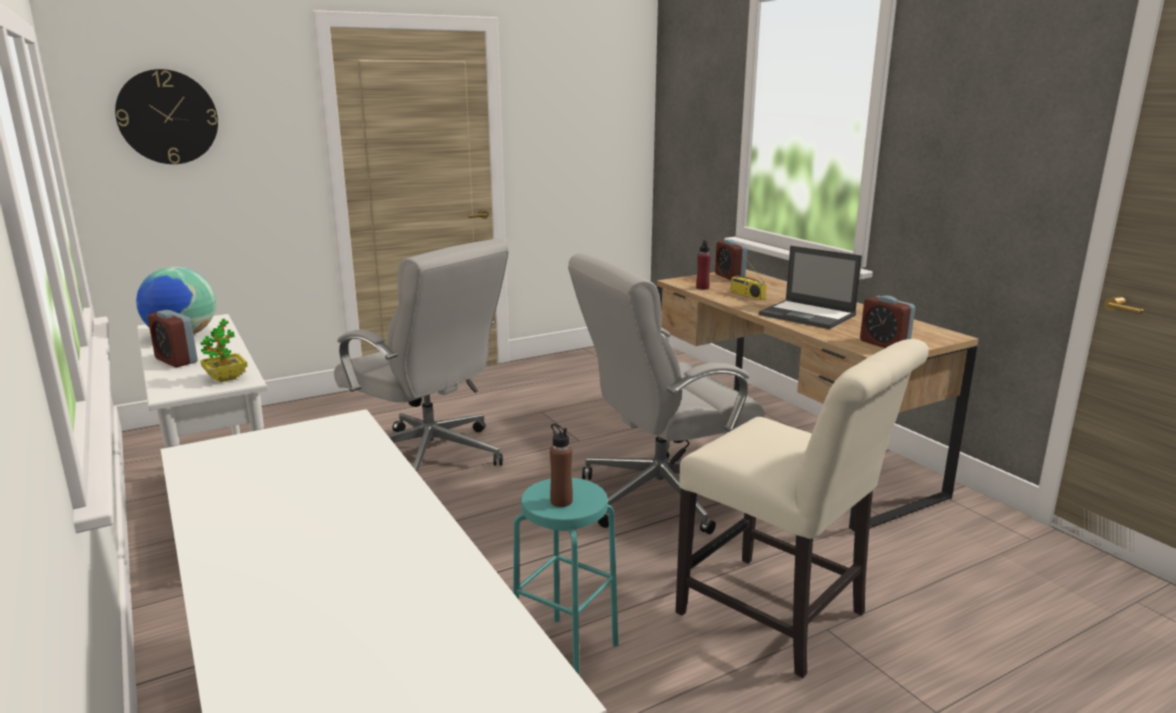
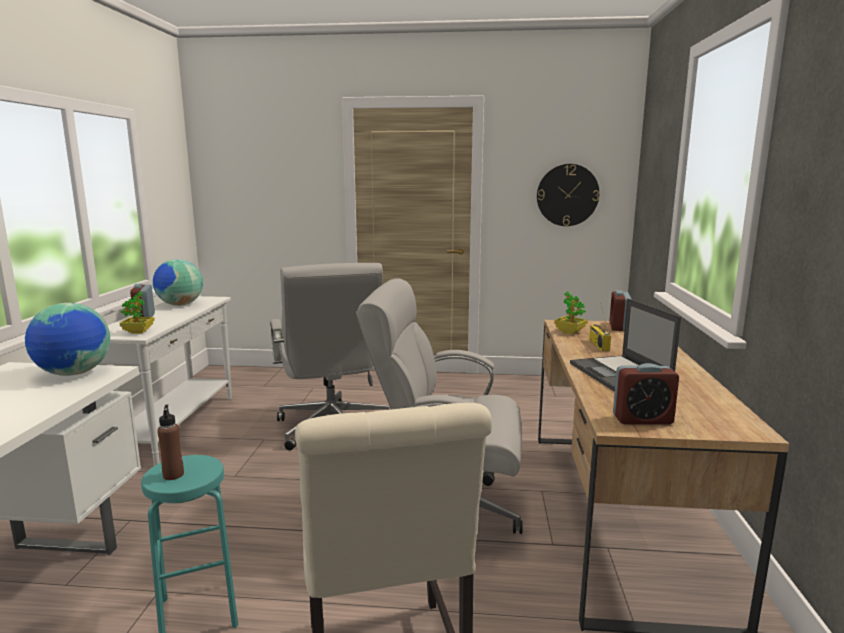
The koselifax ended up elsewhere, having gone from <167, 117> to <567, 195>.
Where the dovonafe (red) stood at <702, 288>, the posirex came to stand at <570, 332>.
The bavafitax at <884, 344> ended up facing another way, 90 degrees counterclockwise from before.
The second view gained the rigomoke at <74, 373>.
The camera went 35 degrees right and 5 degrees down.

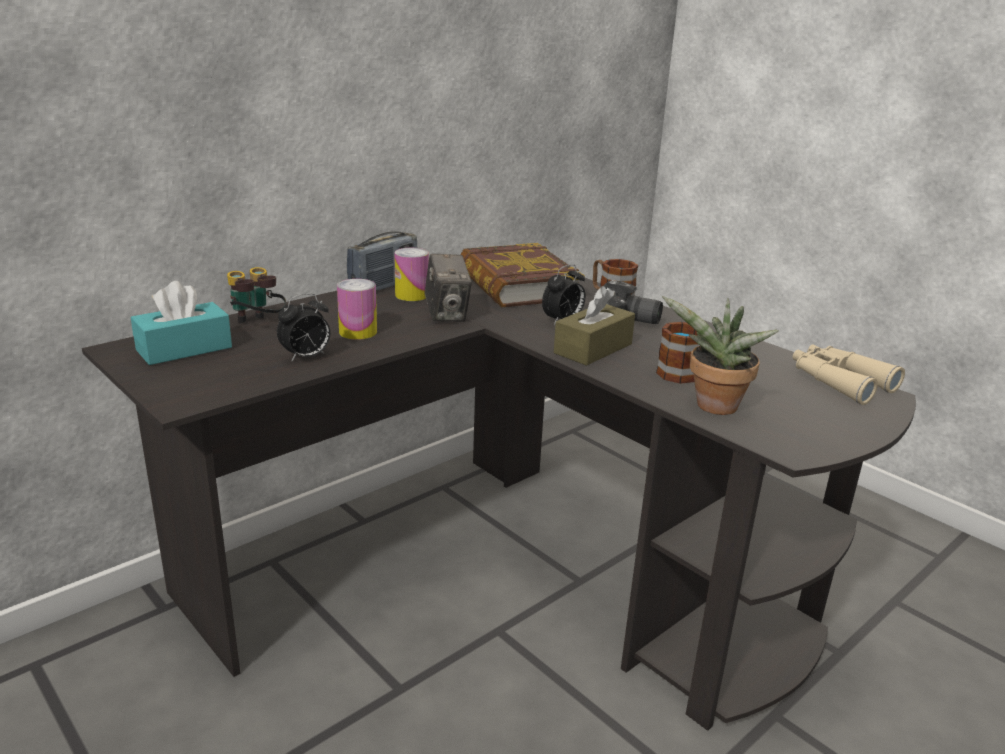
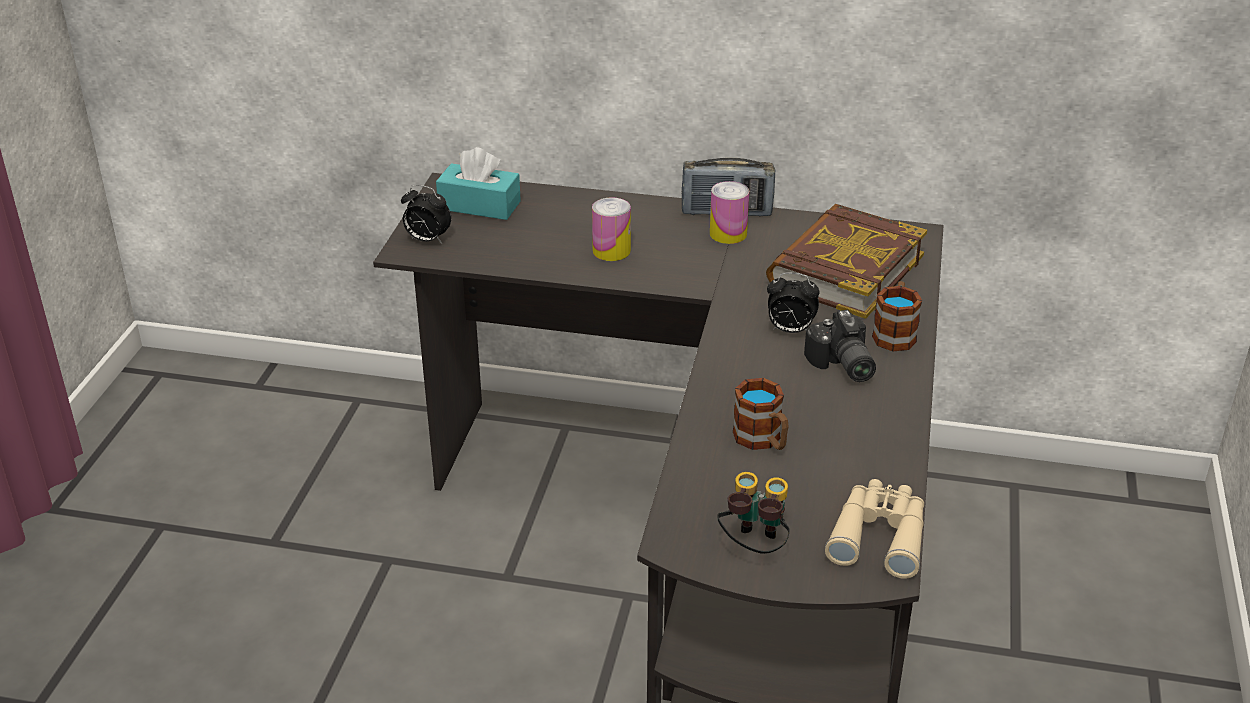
The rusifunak ended up elsewhere, having gone from <257, 325> to <753, 547>.
The bavafitax ended up elsewhere, having gone from <306, 357> to <427, 240>.
The second view lost the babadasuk at <447, 315>.
The second view lost the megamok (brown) at <593, 348>.
The second view lost the posirex at <713, 408>.
The camera went 55 degrees right and 10 degrees up.

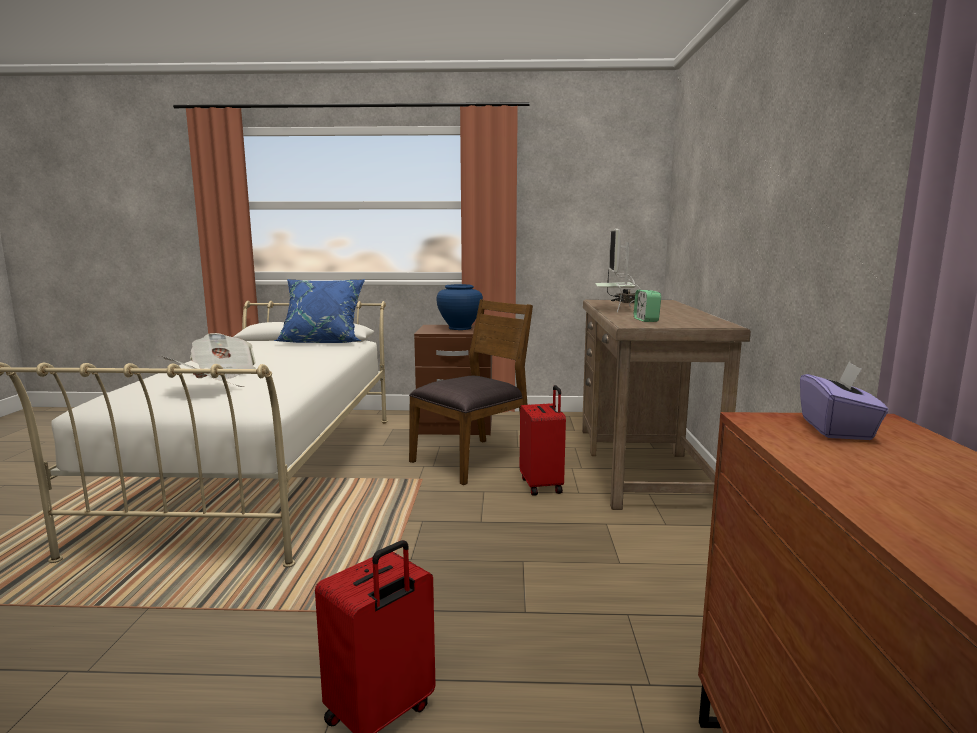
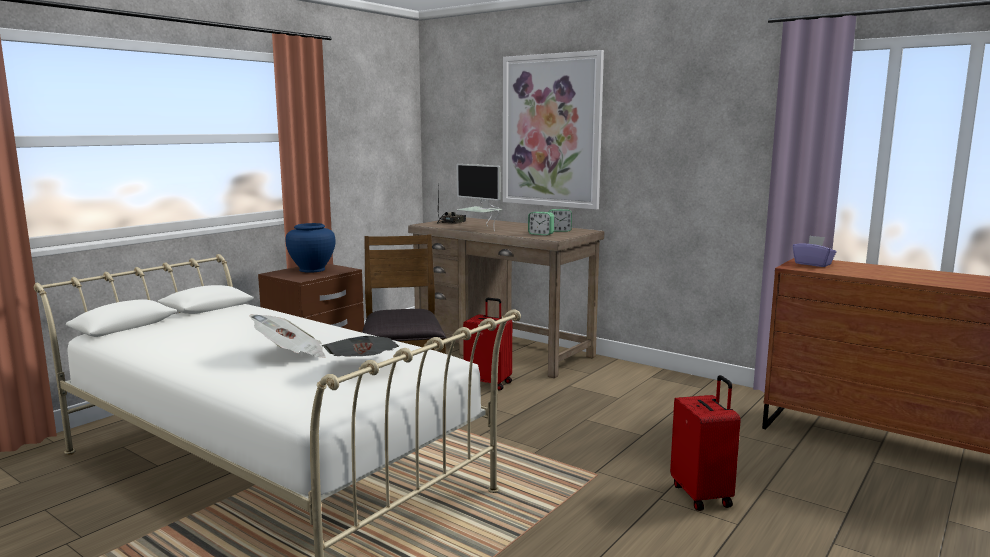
The second view lost the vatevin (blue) at <323, 341>.
The second view gained the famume at <551, 131>.
The second view gained the bavafitax at <559, 231>.
The camera went 55 degrees left and 0 degrees up.

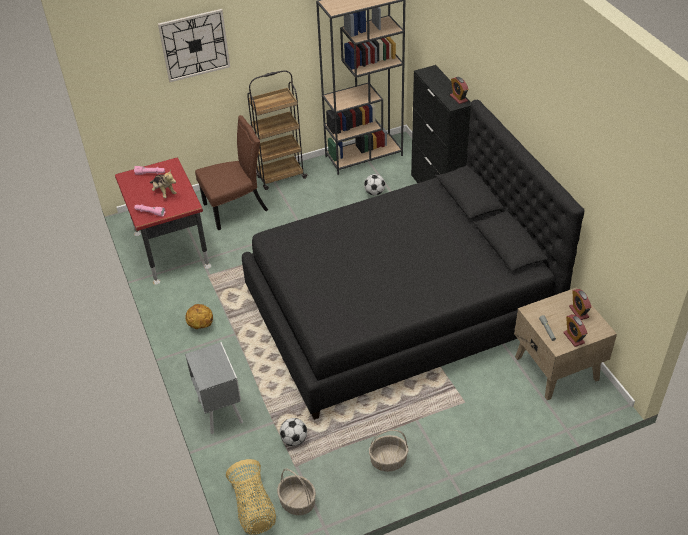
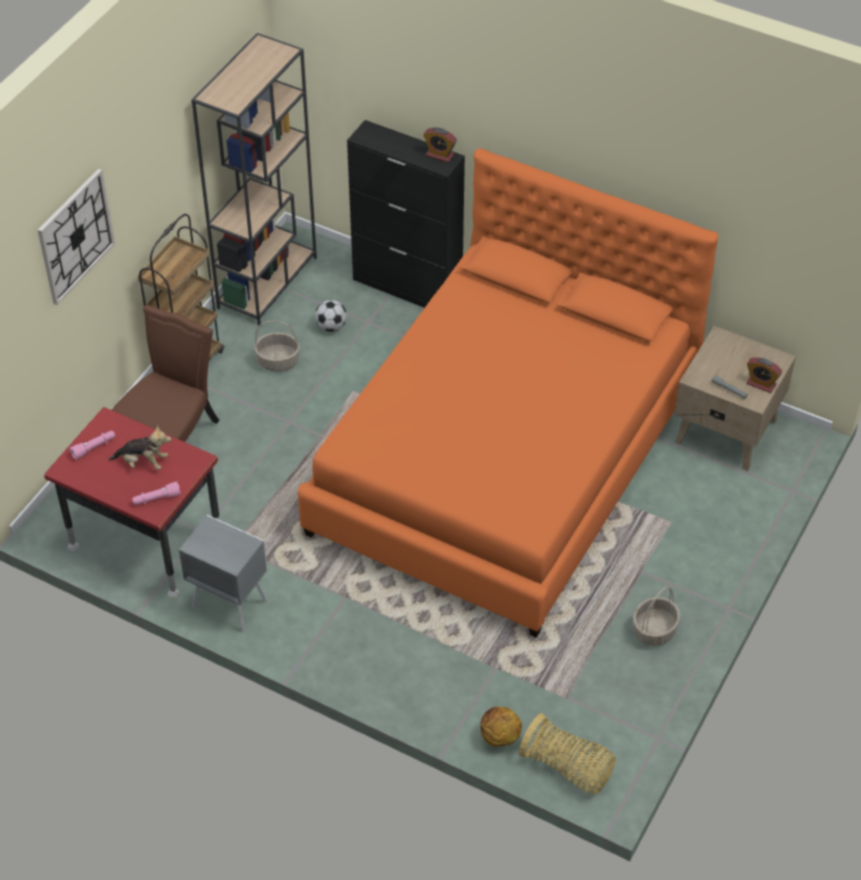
The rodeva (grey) ended up elsewhere, having gone from <220, 411> to <229, 603>.
The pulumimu ended up elsewhere, having gone from <200, 325> to <499, 737>.
What was the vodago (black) at <400, 309> turned into the vodago (orange) at <506, 457>.
The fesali ended up elsewhere, having gone from <297, 502> to <277, 361>.
The second view lost the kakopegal at <294, 440>.
The second view lost the bavafitax at <578, 312>.
The camera went 40 degrees left and 5 degrees up.

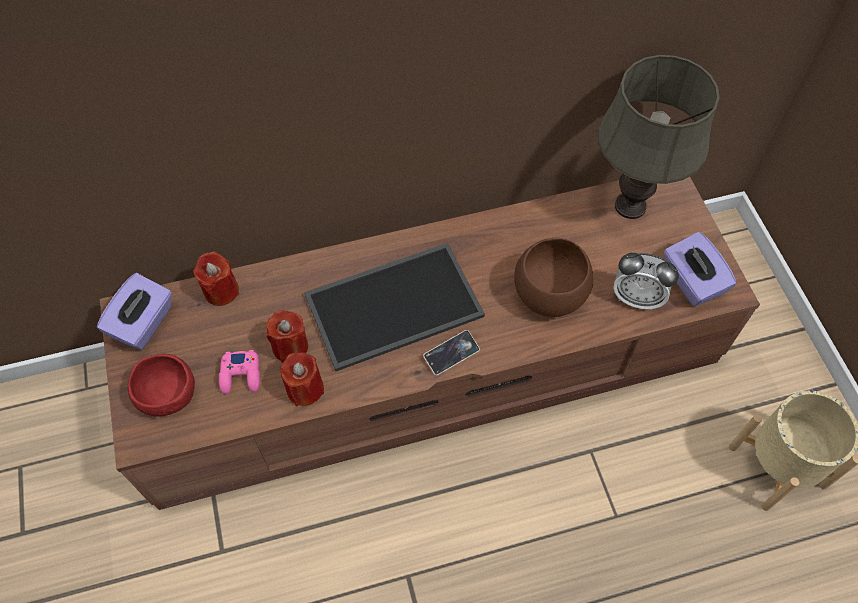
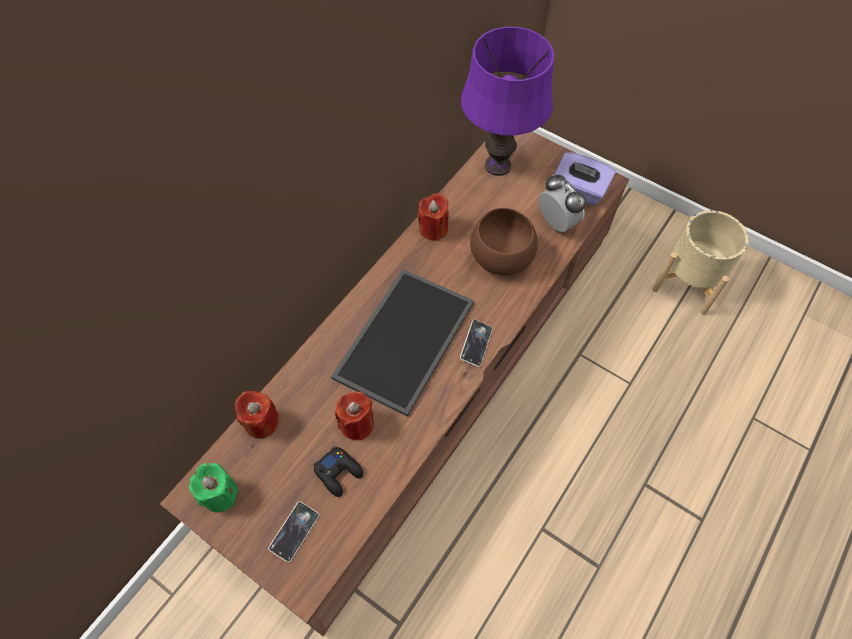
Where the megamok (purple) stood at <144, 324>, the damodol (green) came to stand at <220, 494>.
Where the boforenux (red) stood at <168, 395>, the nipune came to stand at <294, 532>.
What was the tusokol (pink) at <241, 375> turned into the tusokol (black) at <339, 473>.
The damodol (red) ended up elsewhere, having gone from <305, 389> to <433, 229>.
What was the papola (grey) at <631, 206> turned into the papola (purple) at <498, 165>.
The bavafitax at <636, 297> ended up facing another way, 105 degrees counterclockwise from before.
The camera went 40 degrees left and 0 degrees up.

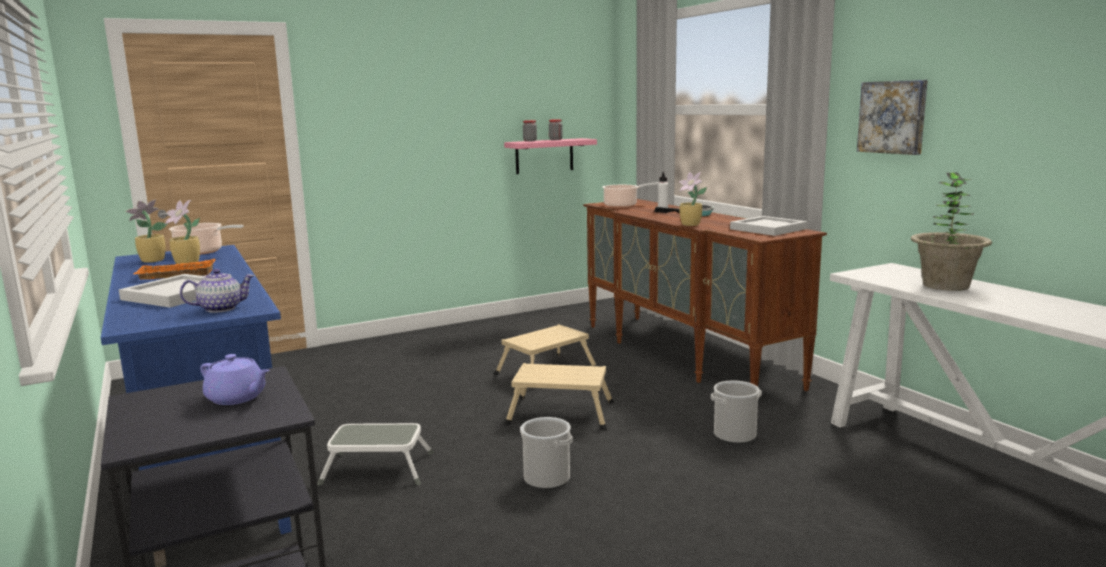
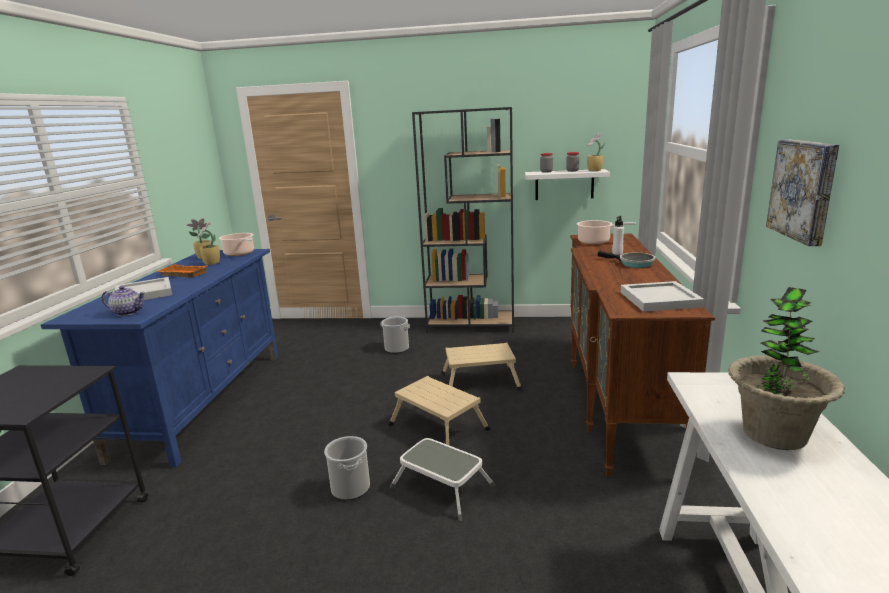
The second view lost the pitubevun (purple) at <237, 398>.
The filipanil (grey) ended up elsewhere, having gone from <378, 468> to <442, 486>.
What was the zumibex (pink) at <544, 156> turned into the zumibex (white) at <564, 184>.
The posirex ended up elsewhere, having gone from <691, 225> to <594, 170>.
The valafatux ended up elsewhere, having gone from <734, 435> to <397, 348>.
The second view gained the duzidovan at <471, 325>.
The camera went 35 degrees right and 5 degrees up.

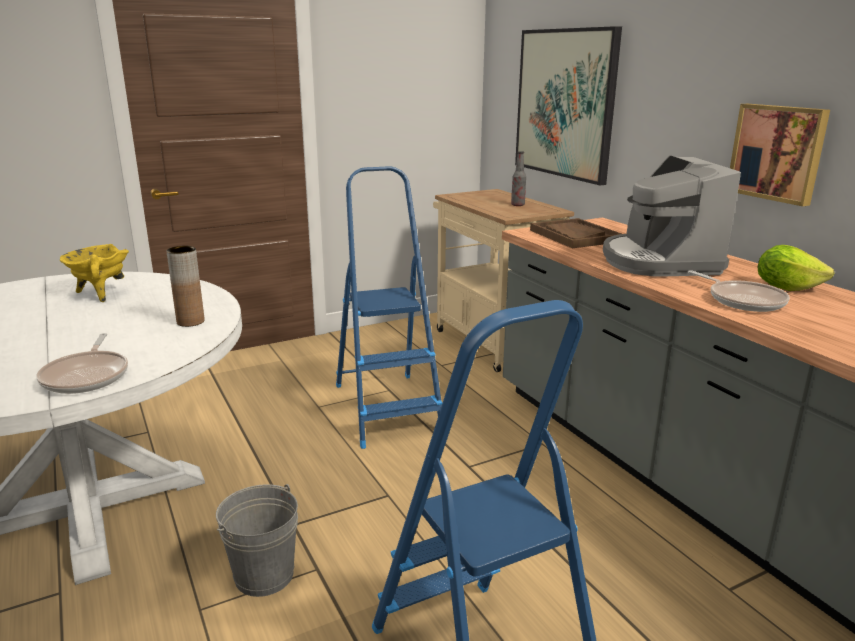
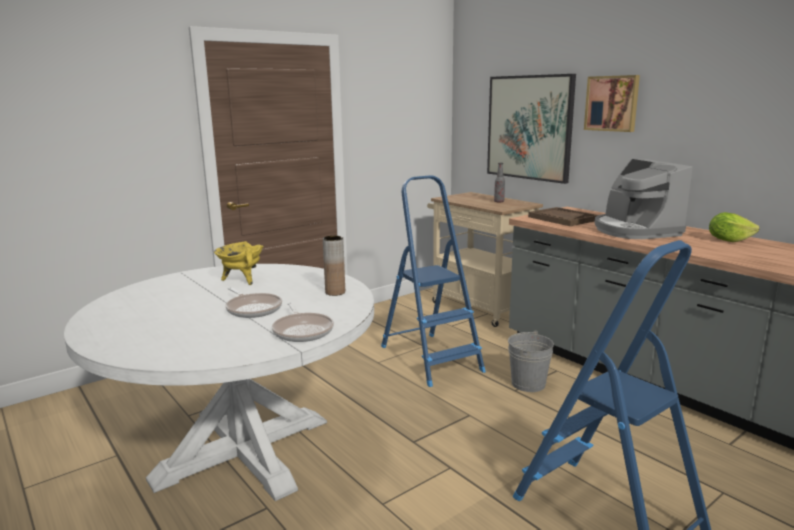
The valafatux (grey) ended up elsewhere, having gone from <264, 575> to <528, 384>.
The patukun ended up elsewhere, having gone from <742, 300> to <253, 309>.
The famume ended up elsewhere, having gone from <778, 152> to <612, 103>.
The camera went 10 degrees left and 5 degrees down.

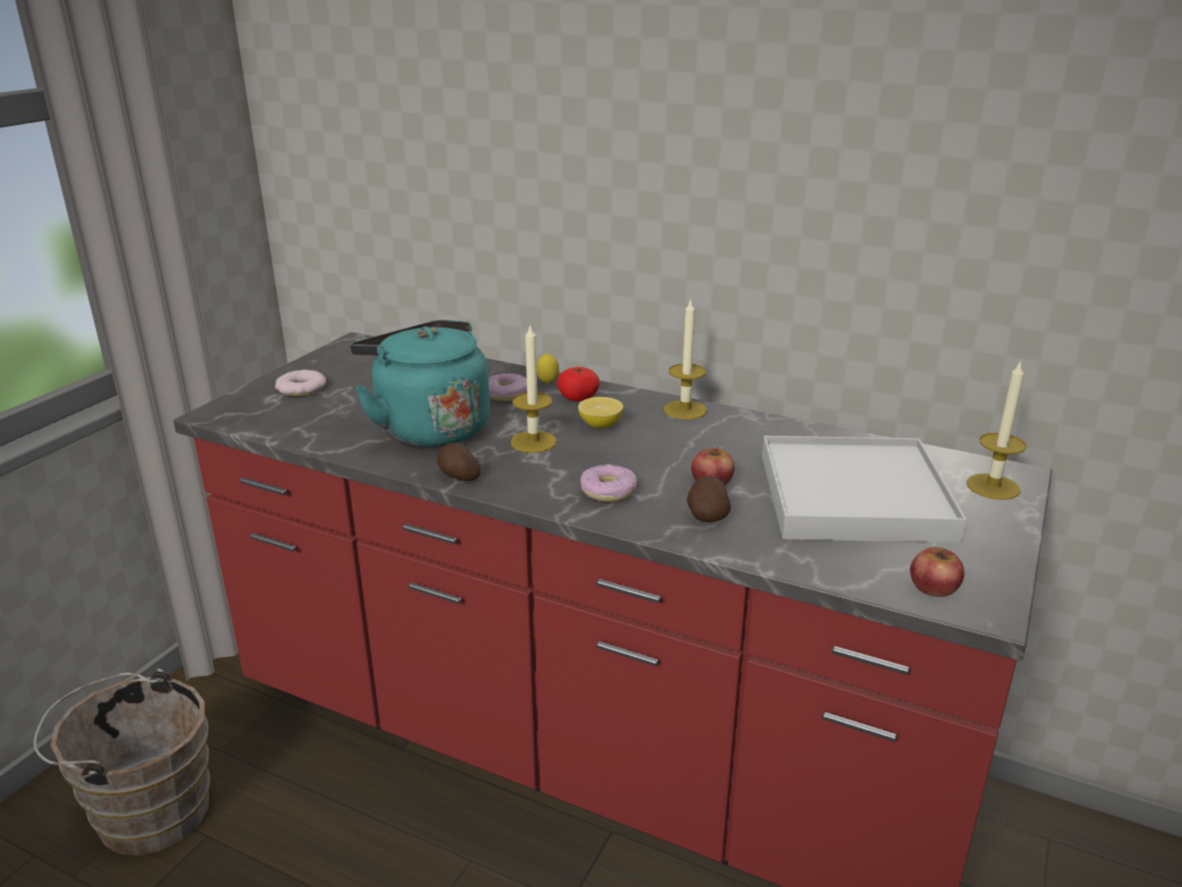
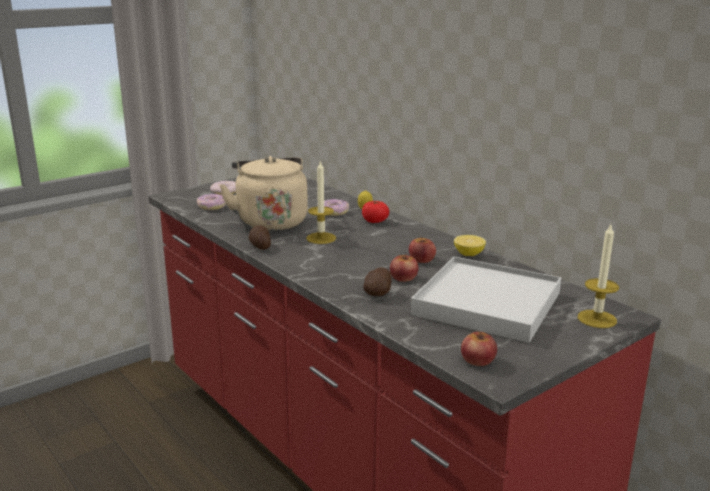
The second view lost the valafatux (brown) at <146, 811>.
What was the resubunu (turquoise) at <428, 428> turned into the resubunu (beige) at <270, 221>.
The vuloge ended up elsewhere, having gone from <600, 425> to <468, 254>.
The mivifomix ended up elsewhere, having gone from <608, 491> to <211, 206>.
The second view lost the damodol at <685, 410>.
The second view gained the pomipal at <421, 259>.
The camera went 25 degrees right and 5 degrees down.

